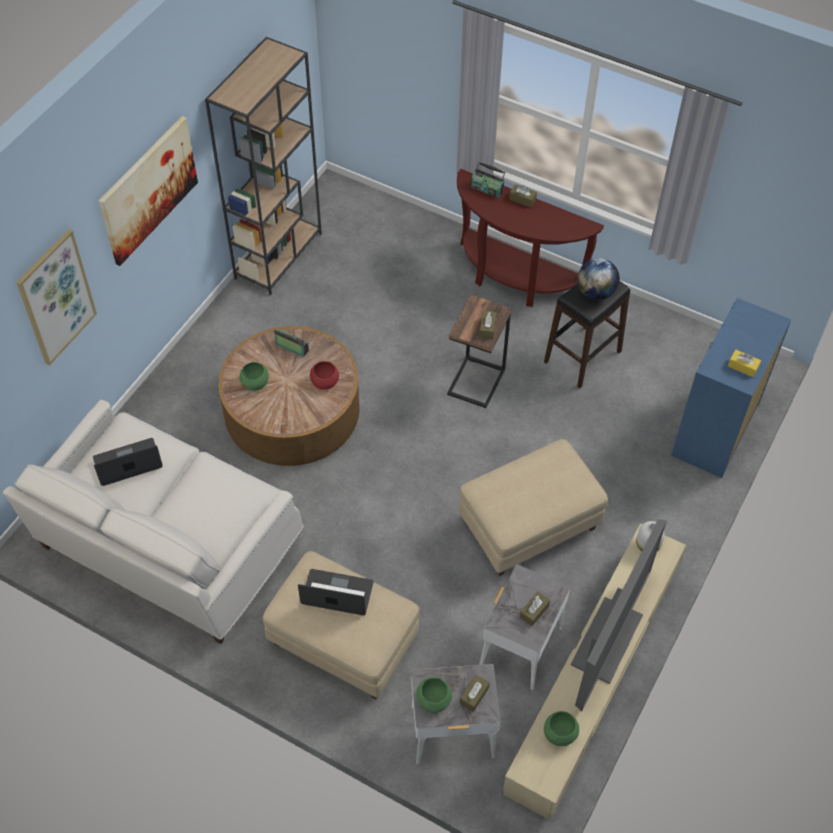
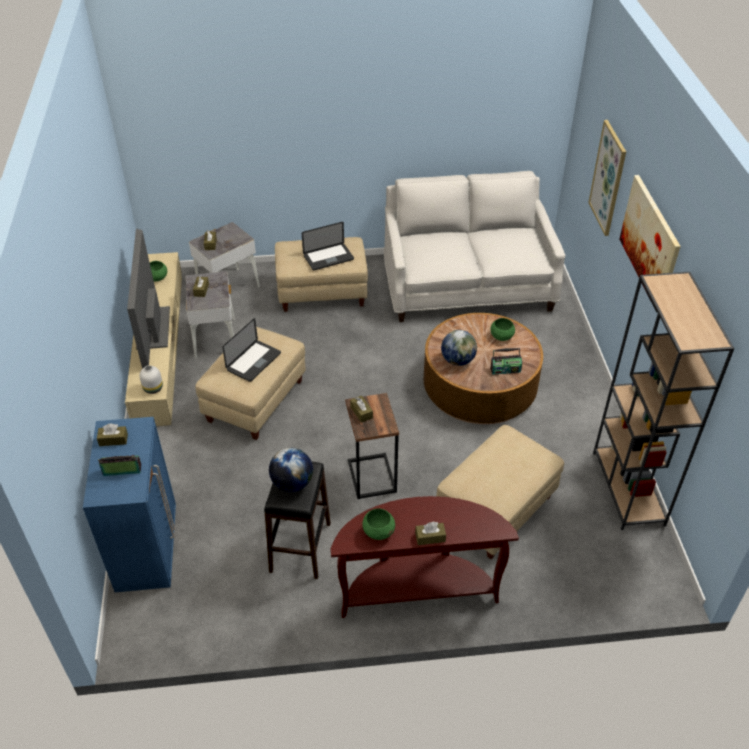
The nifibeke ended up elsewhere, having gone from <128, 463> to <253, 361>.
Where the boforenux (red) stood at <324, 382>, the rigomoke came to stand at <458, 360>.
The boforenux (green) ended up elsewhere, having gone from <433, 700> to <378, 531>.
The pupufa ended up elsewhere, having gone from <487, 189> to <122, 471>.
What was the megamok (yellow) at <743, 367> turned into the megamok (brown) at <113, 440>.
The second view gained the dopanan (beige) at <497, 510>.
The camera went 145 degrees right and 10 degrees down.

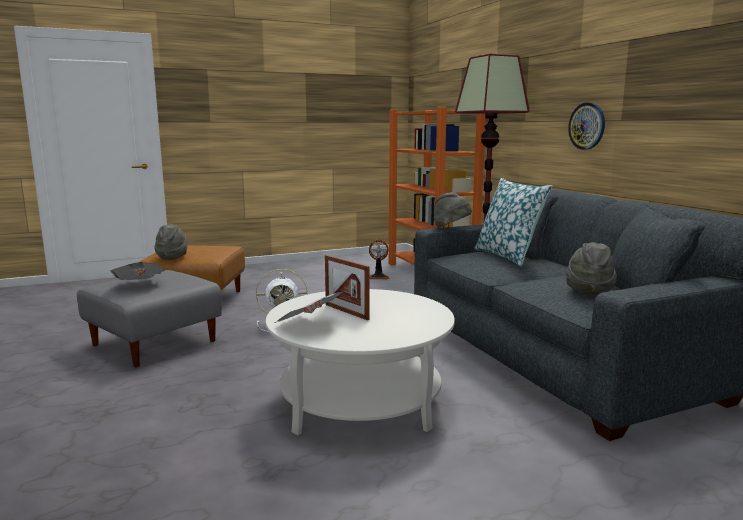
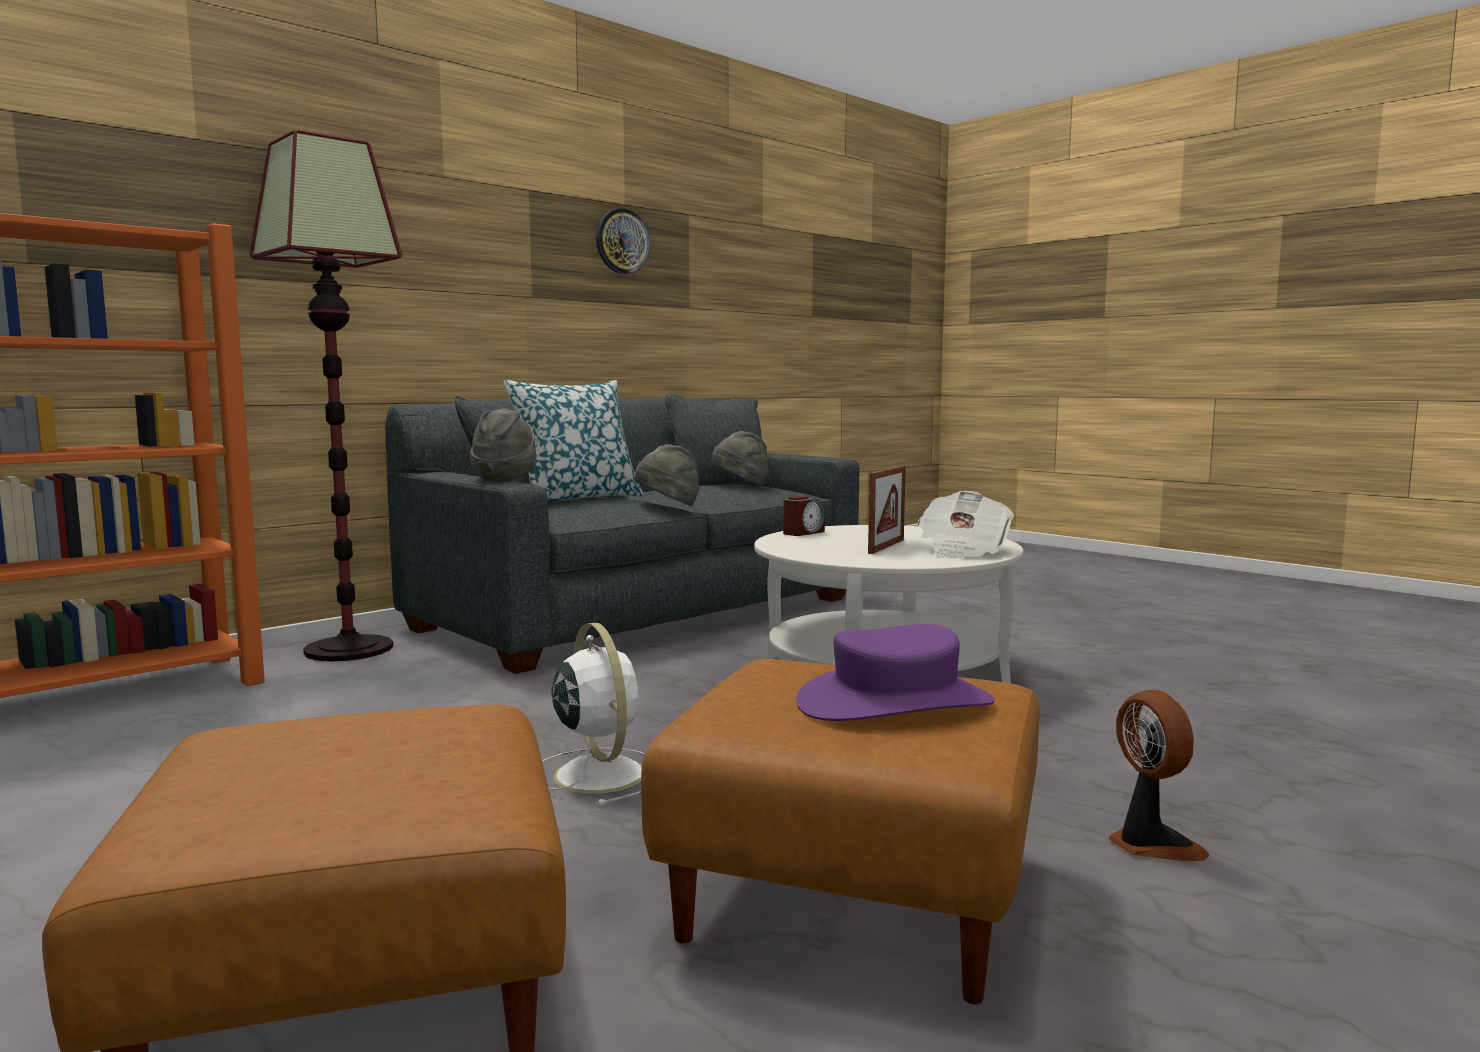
What was the dopanan (grey) at <155, 342> turned into the dopanan (brown) at <851, 897>.
Where the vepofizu stood at <139, 285>, the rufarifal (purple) came to stand at <894, 703>.
The rufarifal (grey) ended up elsewhere, having gone from <172, 257> to <668, 506>.
The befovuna ended up elsewhere, having gone from <378, 277> to <1150, 844>.
The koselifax ended up elsewhere, having gone from <587, 126> to <622, 241>.
The second view gained the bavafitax at <803, 533>.
The camera went 110 degrees left and 5 degrees down.

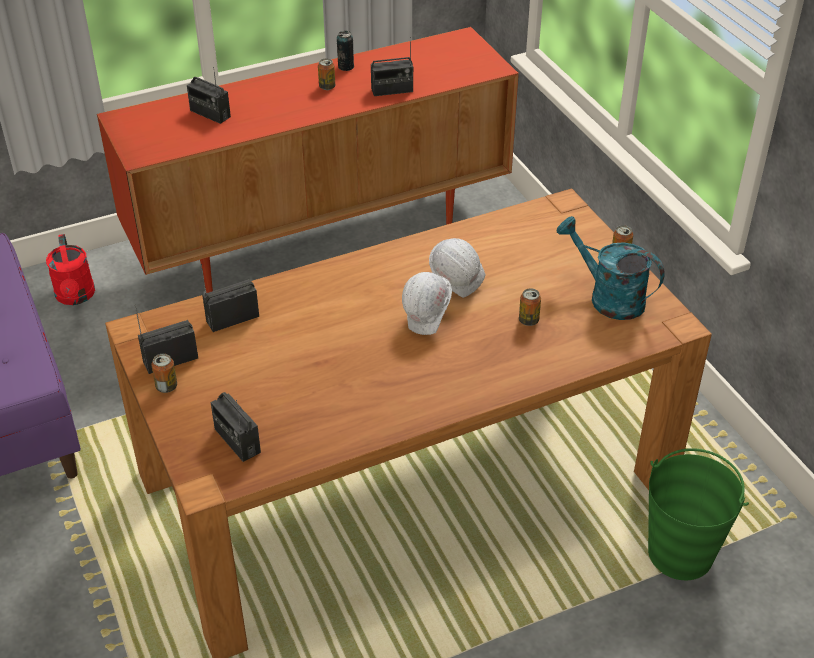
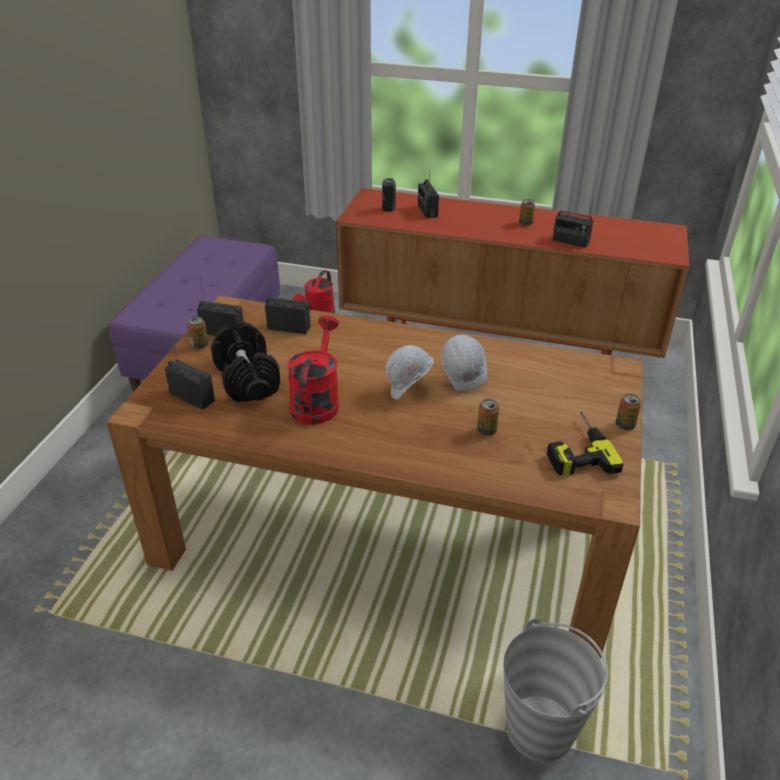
The pupufa at <237, 441> ended up facing another way, 120 degrees clockwise from before.
The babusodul ended up elsewhere, having gone from <346, 67> to <388, 209>.
Where the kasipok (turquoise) stood at <608, 297>, the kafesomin came to stand at <575, 449>.
What was the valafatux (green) at <681, 553> turned into the valafatux (grey) at <541, 729>.
The second view gained the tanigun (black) at <246, 378>.
The second view gained the kasipok (red) at <316, 401>.
The camera went 40 degrees right and 5 degrees down.

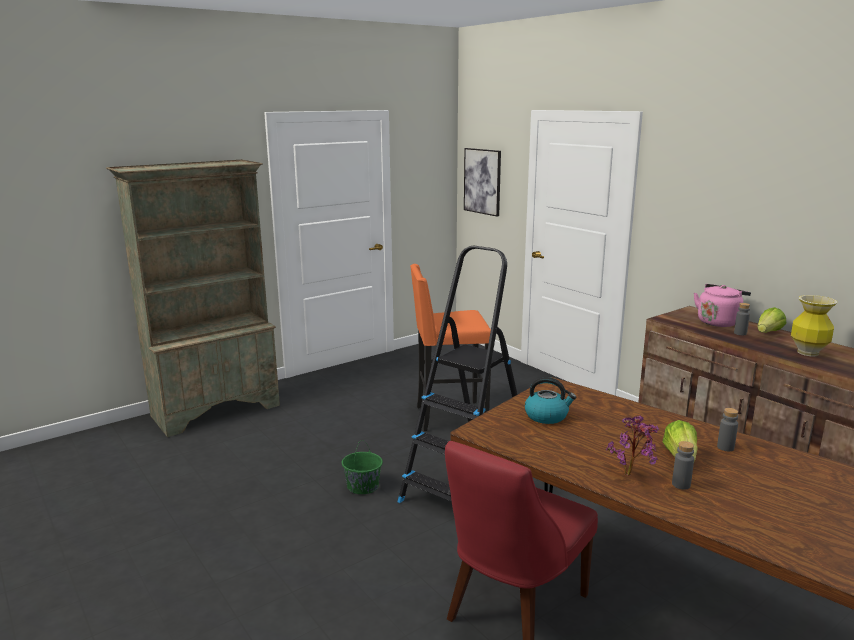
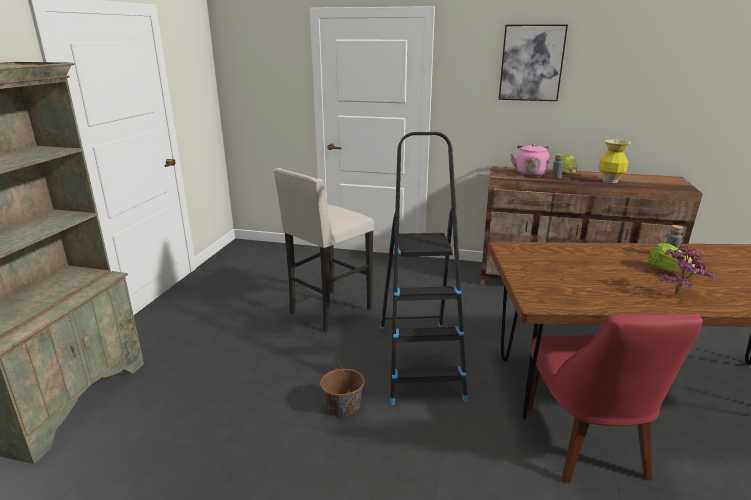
What was the valafatux (green) at <362, 486> turned into the valafatux (brown) at <343, 406>.
What was the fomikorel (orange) at <449, 417> turned into the fomikorel (beige) at <328, 311>.
The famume ended up elsewhere, having gone from <482, 181> to <531, 63>.
The second view lost the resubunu at <547, 416>.
The second view lost the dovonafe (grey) at <681, 484>.
The camera went 40 degrees left and 5 degrees up.

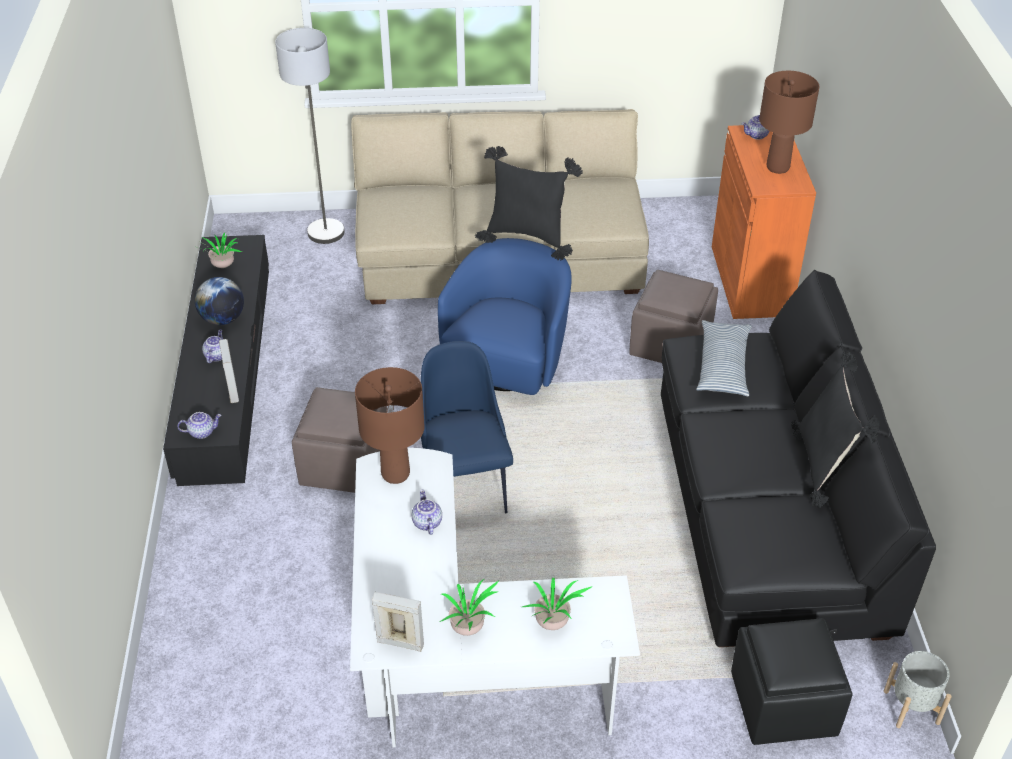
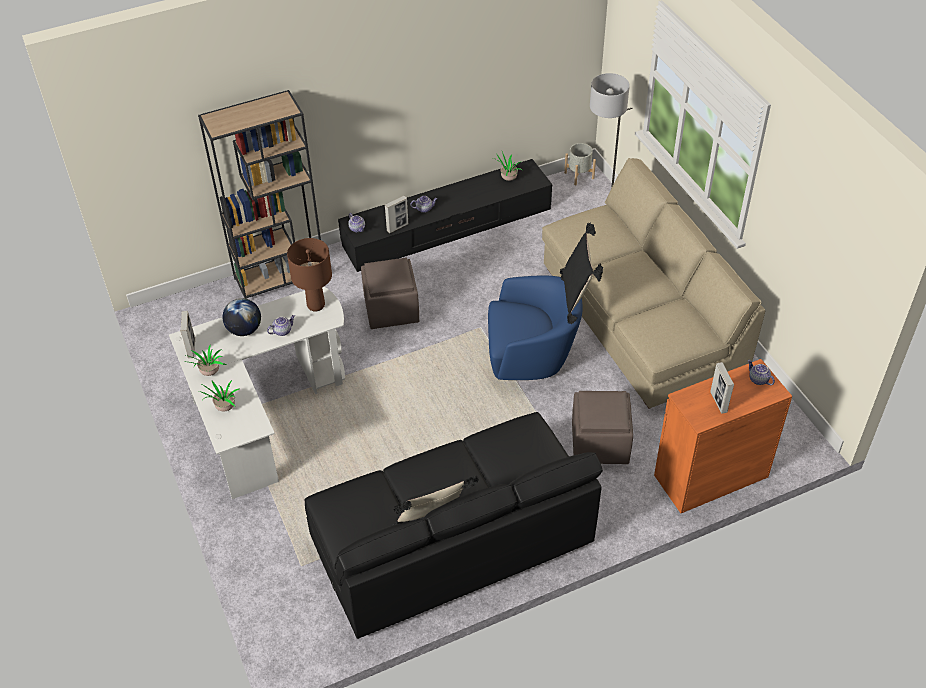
The rigomoke ended up elsewhere, having gone from <223, 319> to <244, 330>.
The second view lost the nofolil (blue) at <464, 490>.
The second view lost the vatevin at <723, 366>.
The second view lost the dopanan (black) at <782, 705>.
Where the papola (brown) stood at <778, 167>, the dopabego came to stand at <718, 402>.
The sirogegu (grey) ended up elsewhere, having gone from <911, 707> to <579, 175>.
The second view gained the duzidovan at <280, 277>.
The camera went 70 degrees right and 5 degrees up.

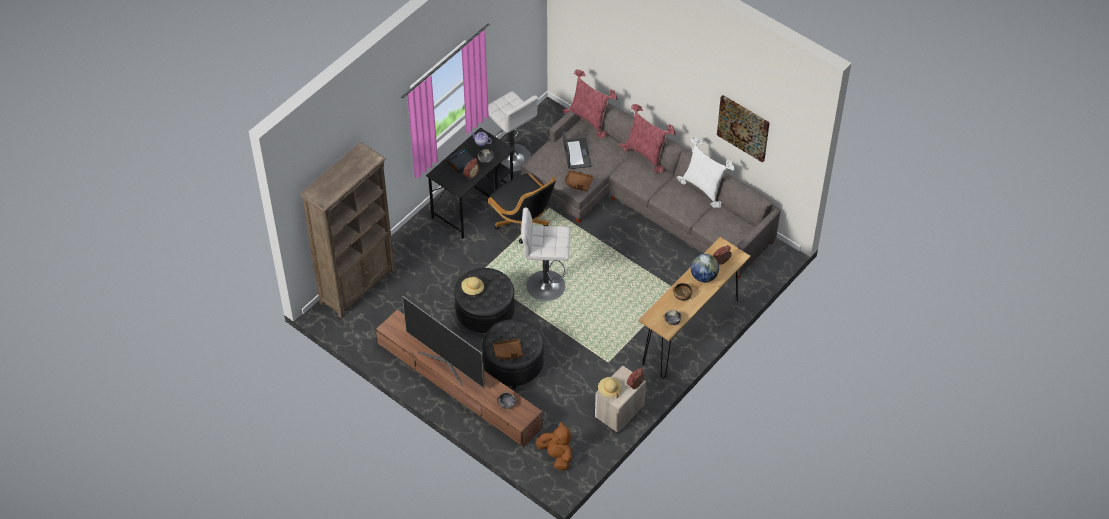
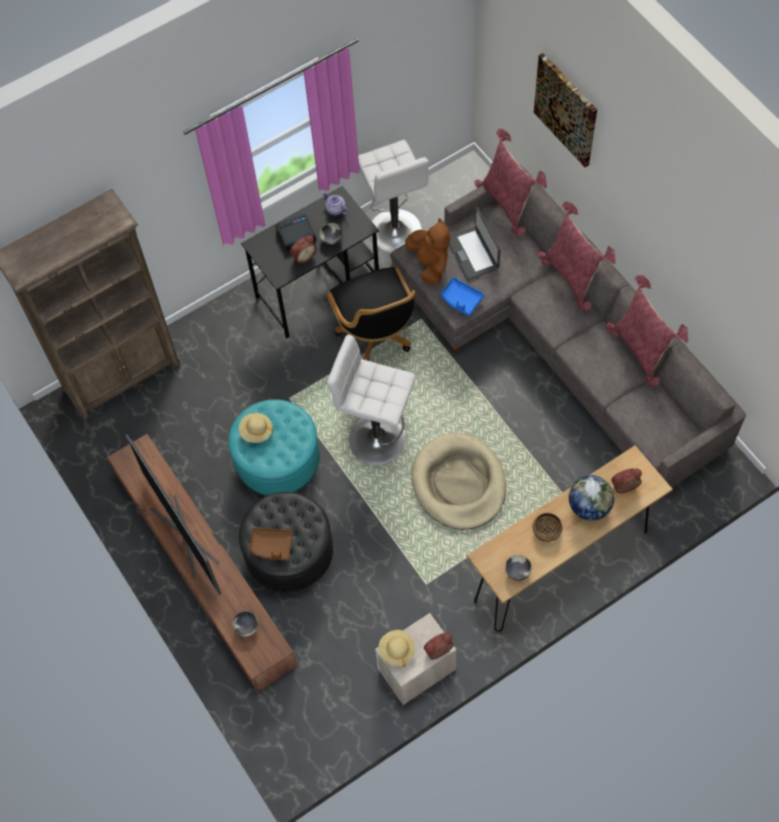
What was the dopanan (black) at <485, 314> turned into the dopanan (turquoise) at <278, 462>.
The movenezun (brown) ended up elsewhere, having gone from <556, 455> to <430, 264>.
The nifibeke at <576, 154> ended up facing another way, 150 degrees clockwise from before.
What was the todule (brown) at <578, 183> turned into the todule (blue) at <461, 300>.
What was the vatevin (white) at <704, 190> turned into the vatevin (red) at <641, 352>.
The famume ended up elsewhere, having gone from <743, 127> to <566, 109>.
The second view gained the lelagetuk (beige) at <459, 484>.
The camera went 20 degrees right and 10 degrees up.

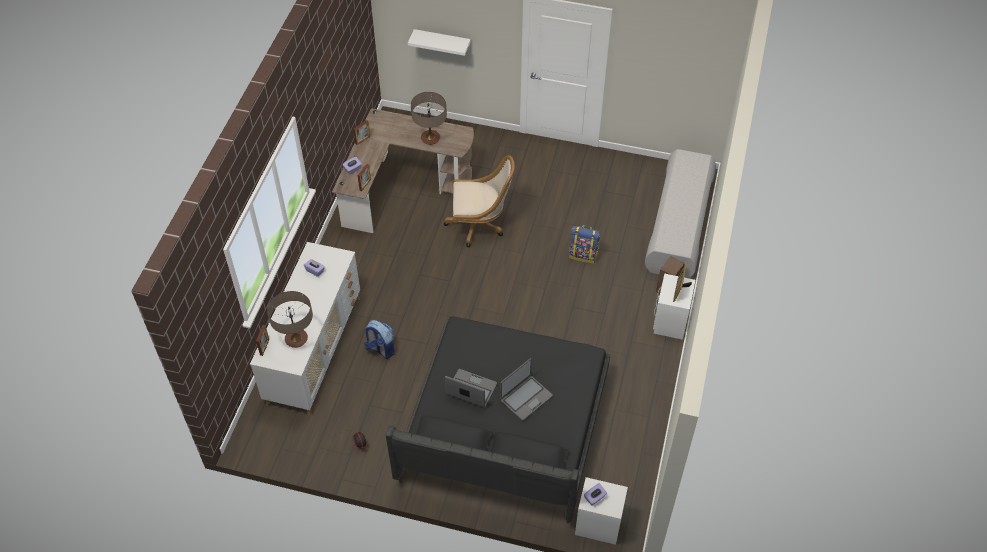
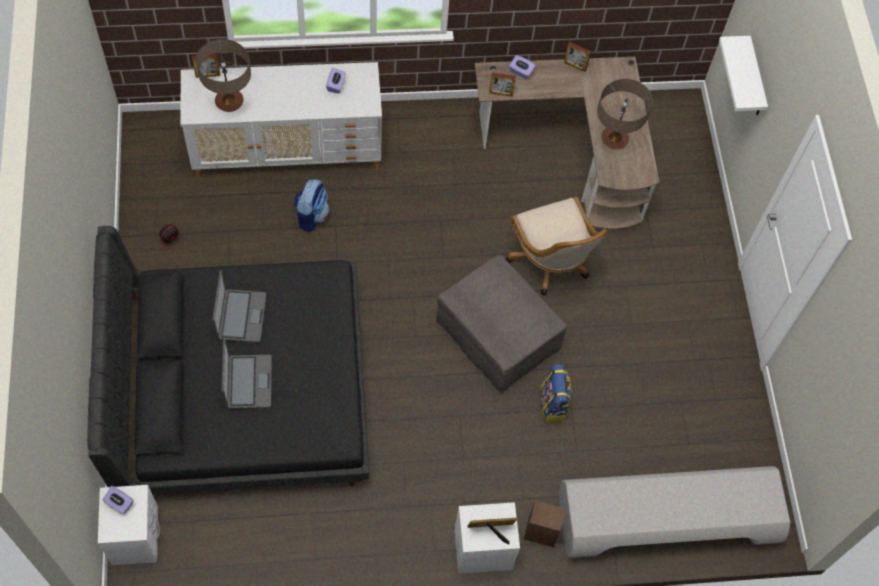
The nifibeke at <525, 398> ended up facing another way, 120 degrees counterclockwise from before.
The second view gained the dopanan (grey) at <496, 335>.
The camera went 65 degrees right and 10 degrees up.

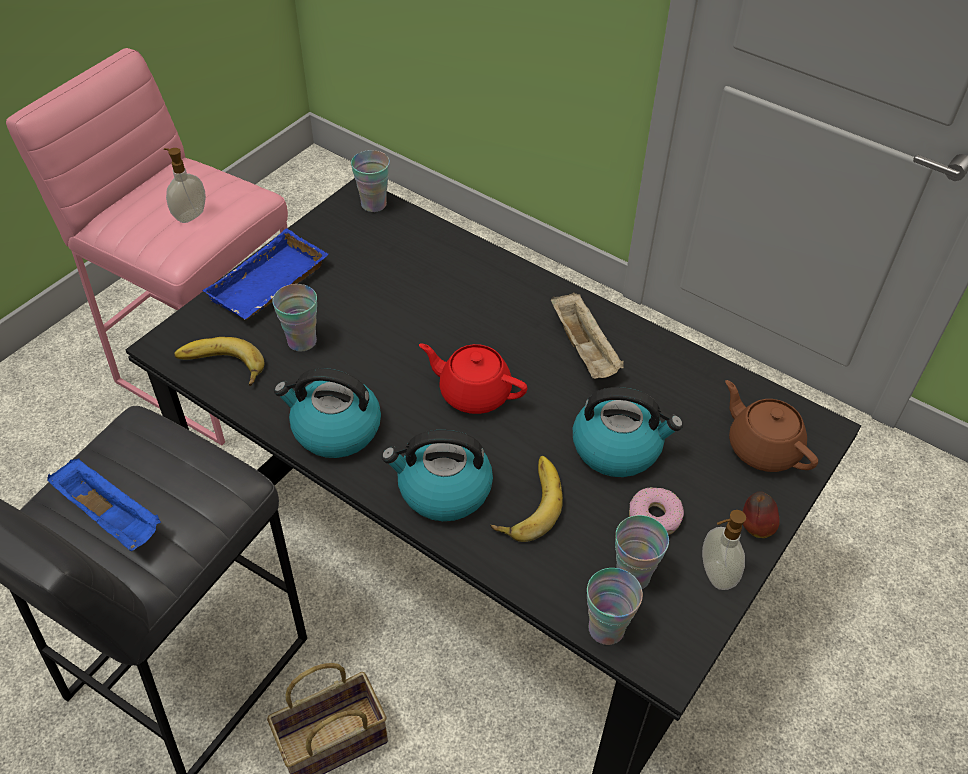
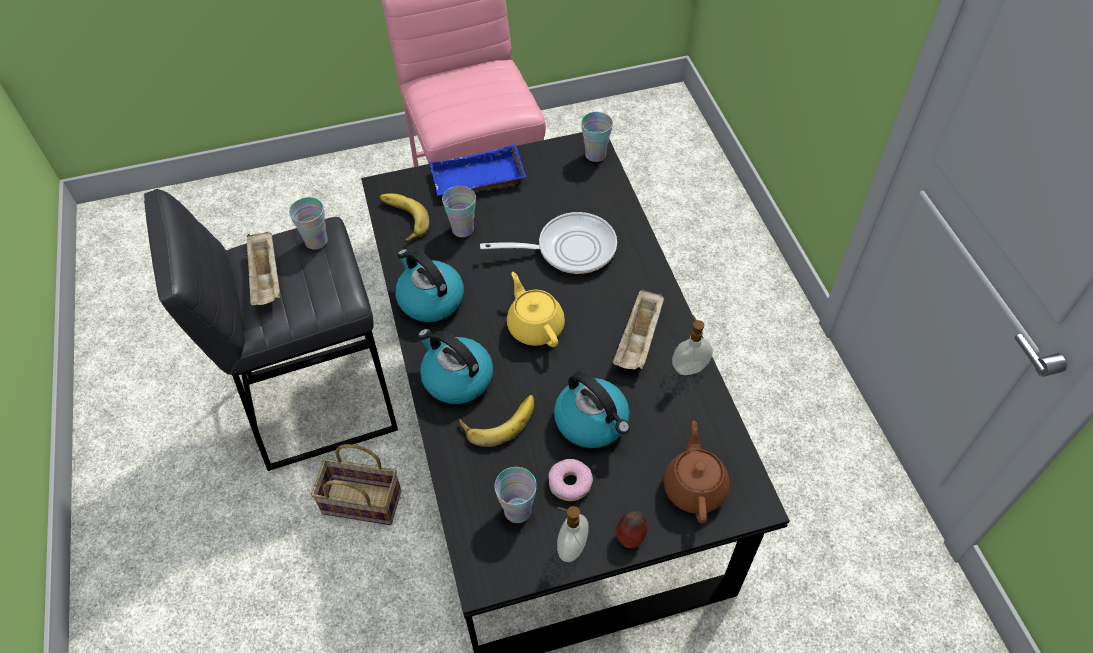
What was the todule (blue) at <111, 517> turned into the todule (beige) at <267, 279>.
The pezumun ended up elsewhere, having gone from <190, 215> to <689, 367>.
What was the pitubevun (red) at <473, 392> turned into the pitubevun (yellow) at <535, 326>.
The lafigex ended up elsewhere, having gone from <606, 628> to <316, 241>.
The second view gained the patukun at <569, 249>.
The camera went 40 degrees right and 5 degrees up.

